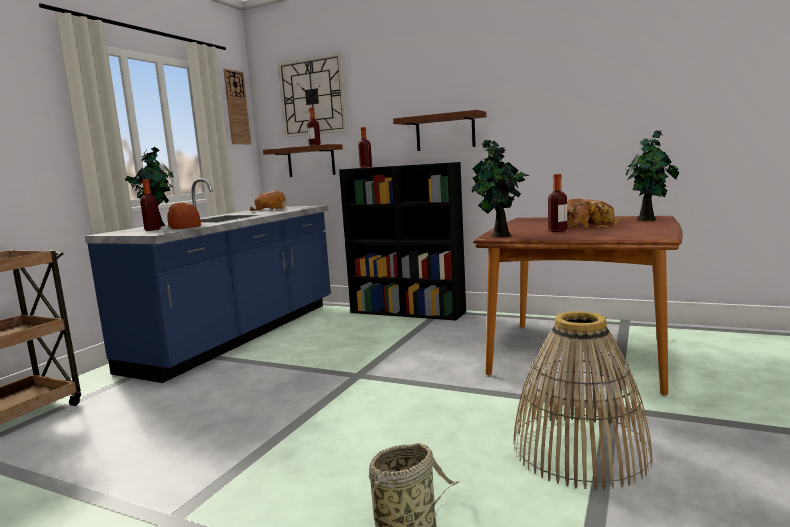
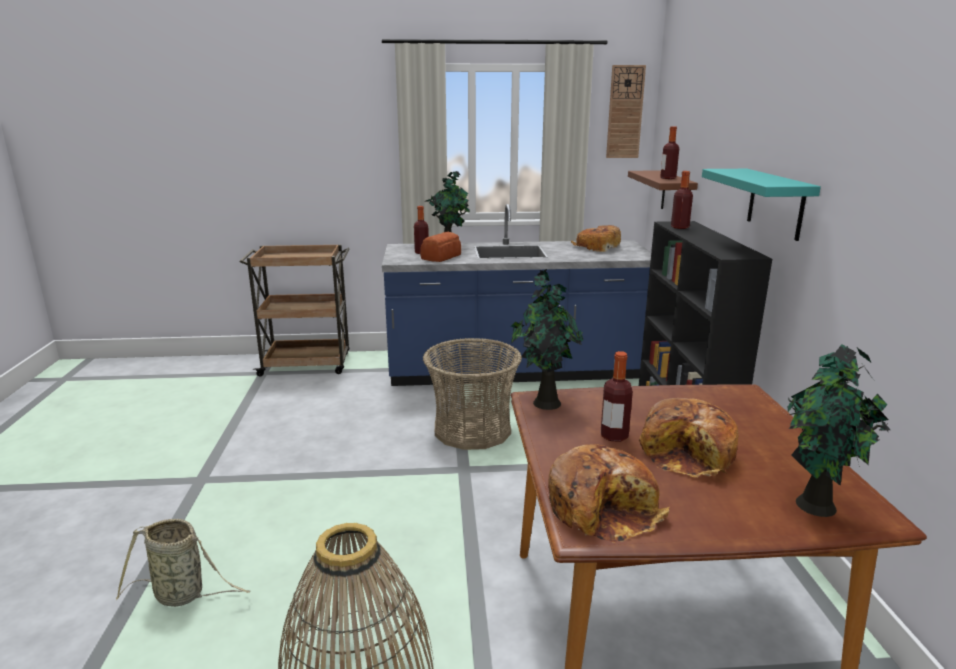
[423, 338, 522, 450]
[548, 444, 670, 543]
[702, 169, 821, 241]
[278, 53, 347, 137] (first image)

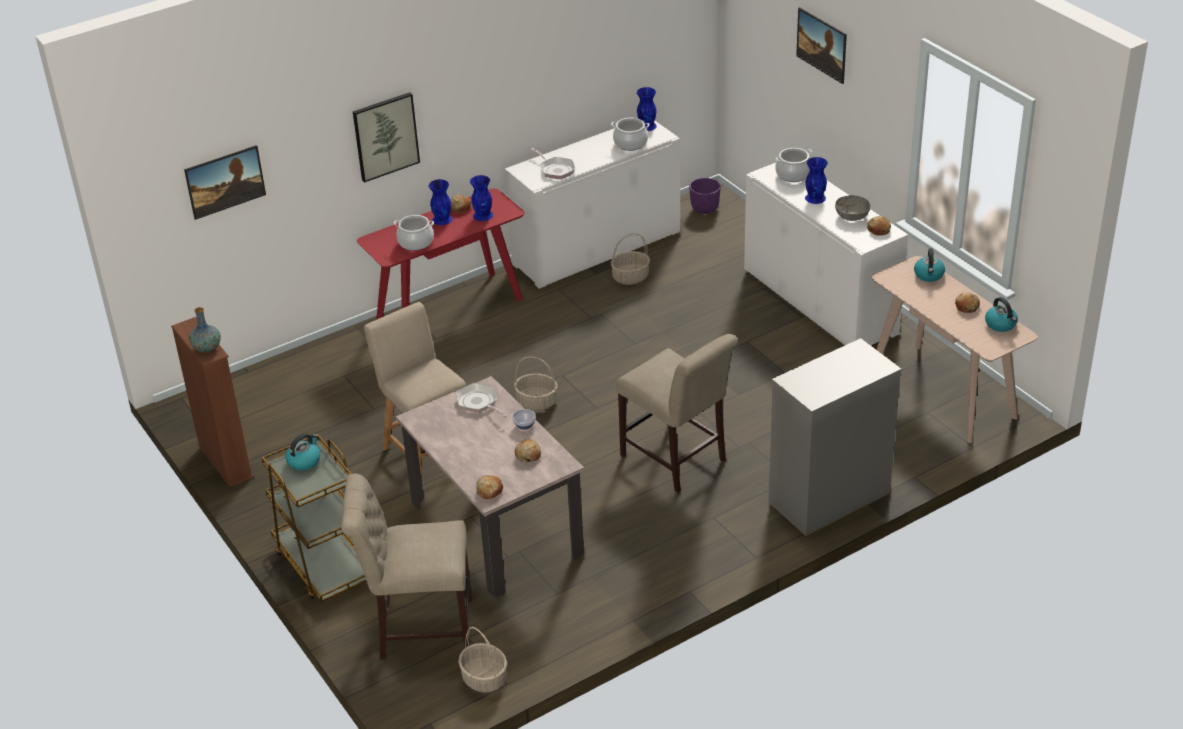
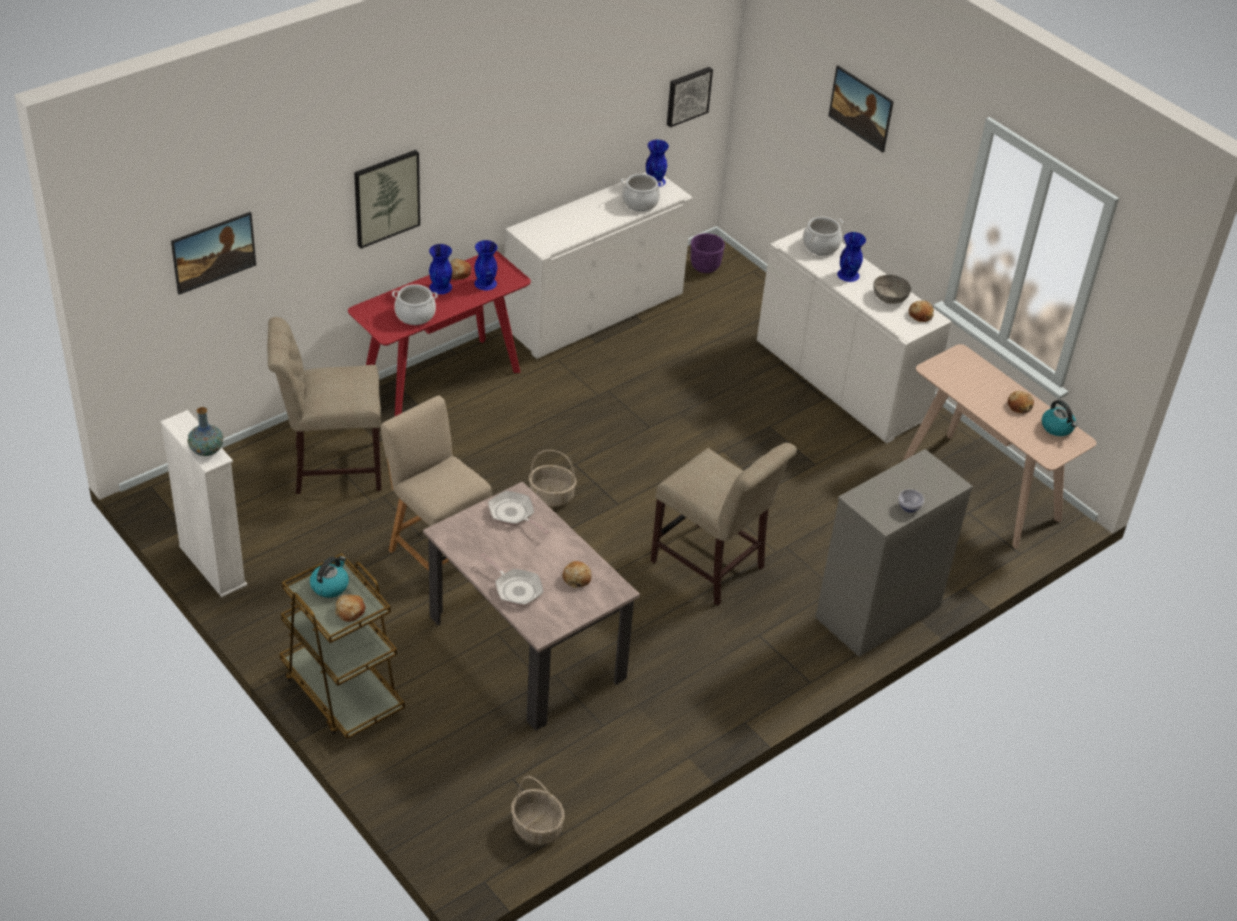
[161, 410, 247, 597]
[267, 317, 381, 494]
[335, 594, 366, 622]
[480, 553, 543, 607]
[667, 67, 713, 128]
[898, 489, 924, 513]
[611, 233, 650, 285] (first image)
[914, 248, 945, 282] (first image)

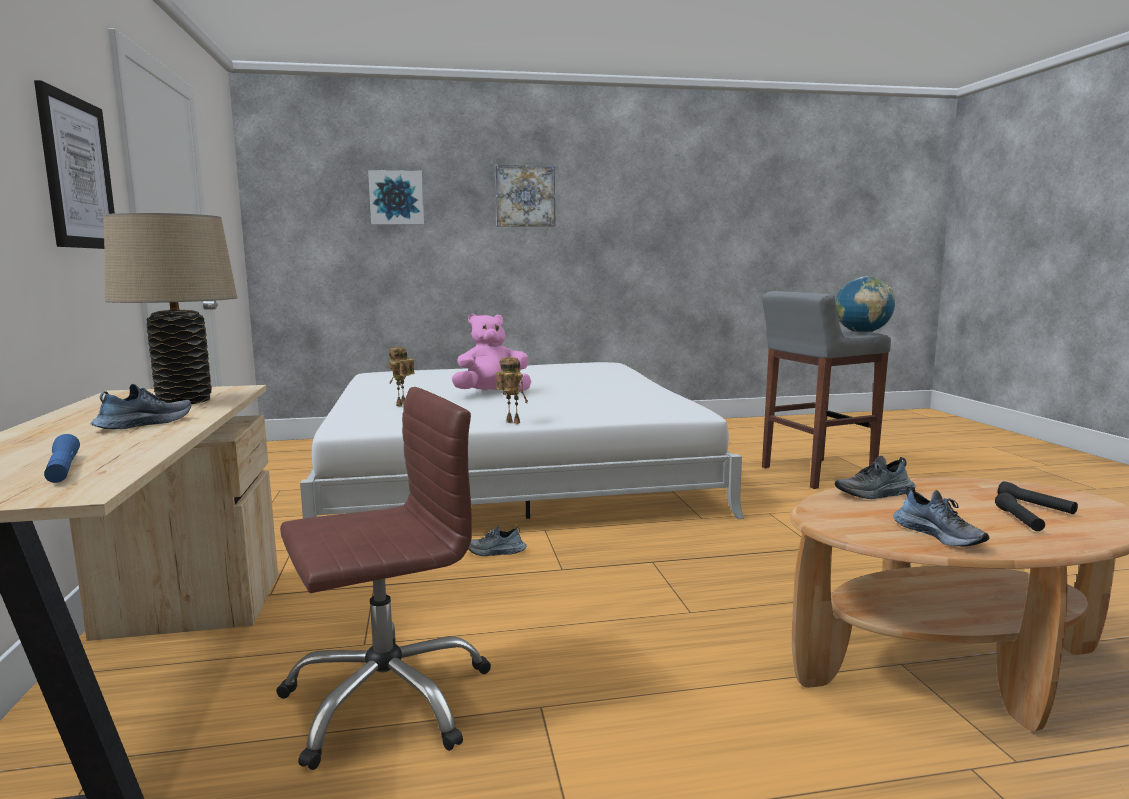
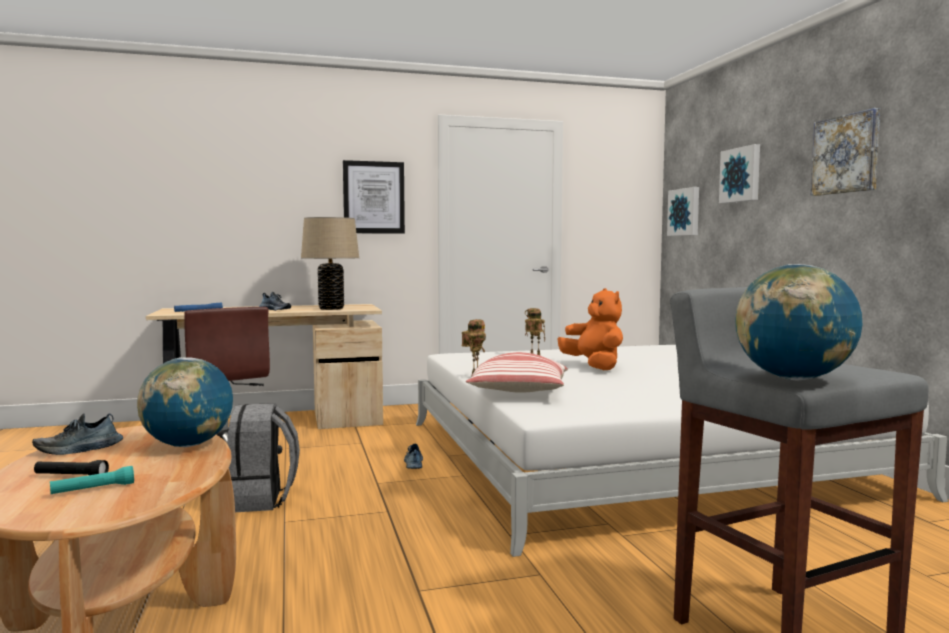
[50, 466, 134, 494]
[137, 357, 233, 447]
[227, 403, 300, 512]
[466, 352, 568, 393]
[558, 288, 623, 370]
[667, 187, 699, 236]

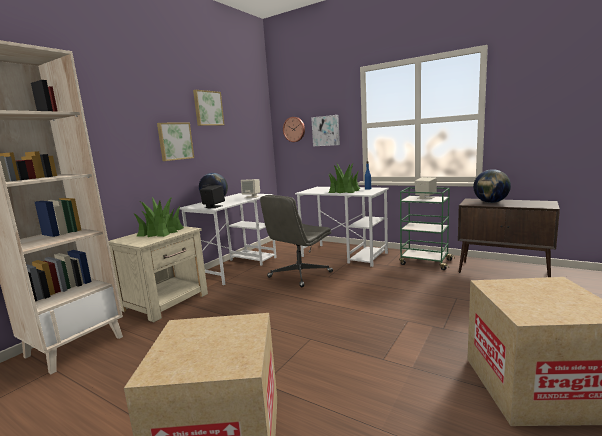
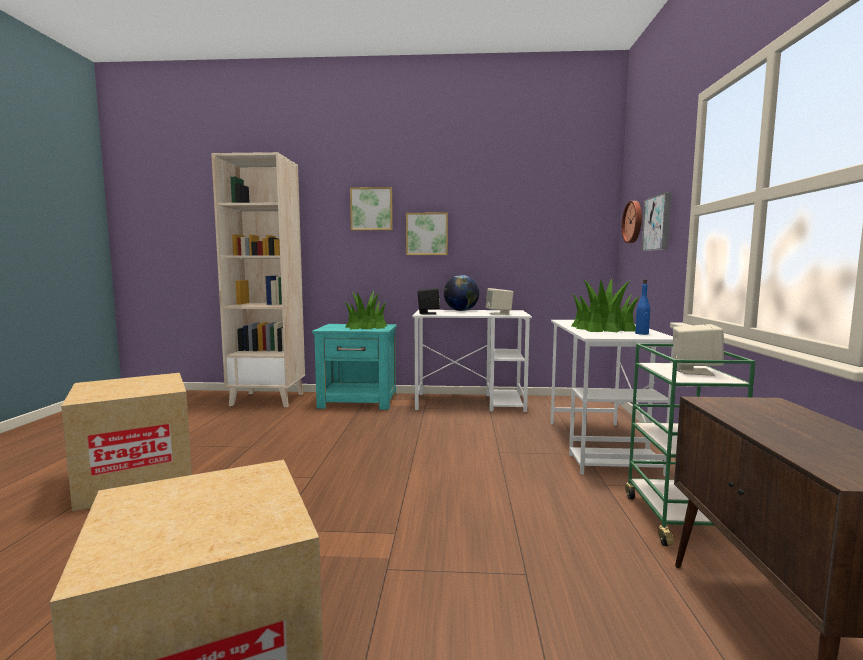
[312, 324, 397, 410]
[350, 187, 393, 230]
[260, 195, 333, 287] (first image)
[473, 169, 511, 203] (first image)

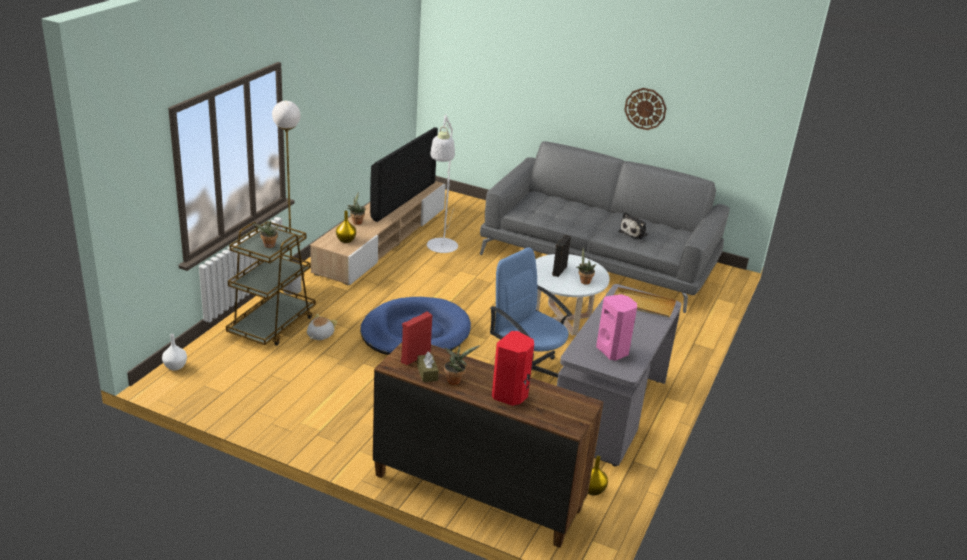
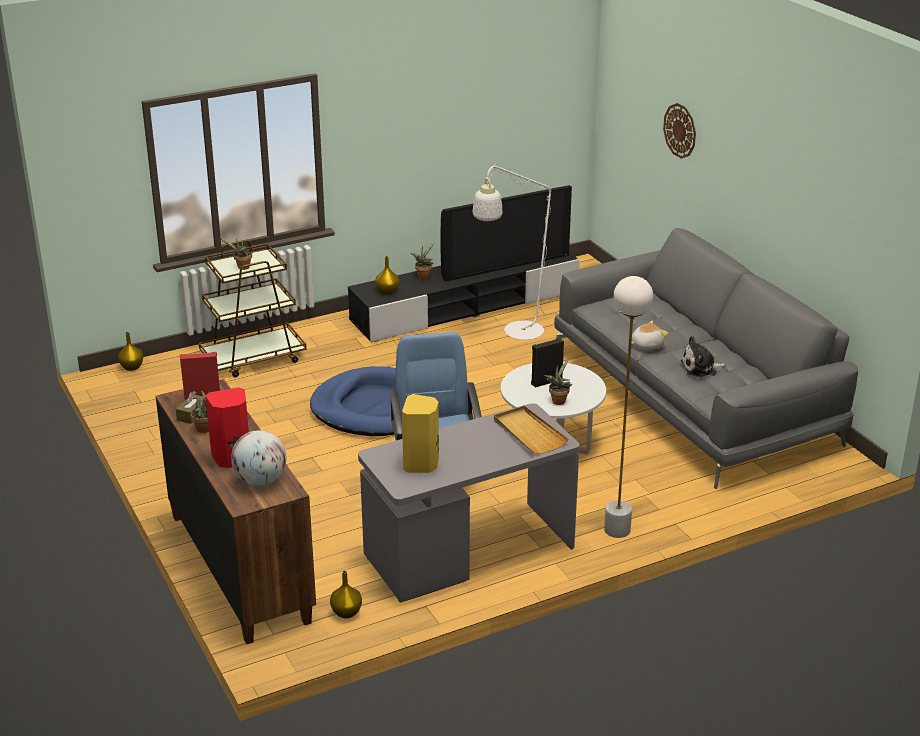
[118, 332, 143, 371]
[231, 430, 286, 486]
[348, 252, 580, 342]
[402, 394, 439, 473]
[604, 276, 653, 538]
[631, 321, 668, 350]
[663, 103, 696, 158]

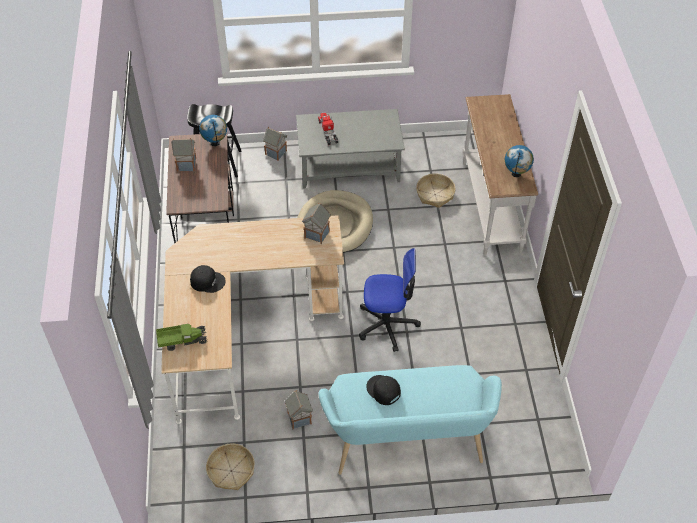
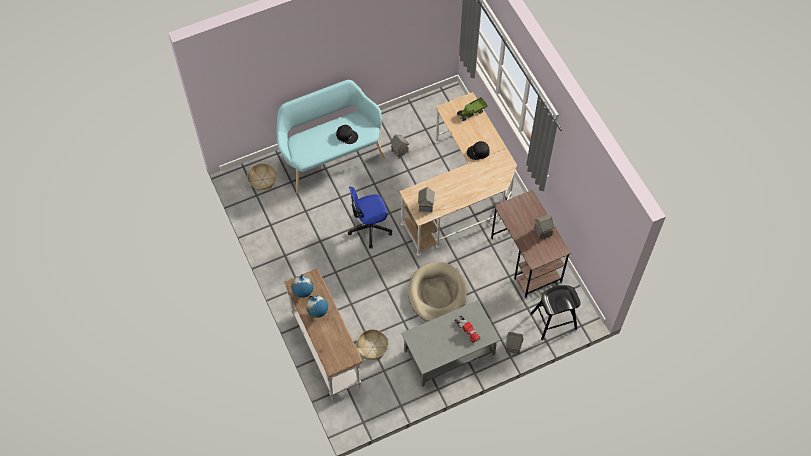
[247, 163, 277, 191]
[306, 296, 328, 318]

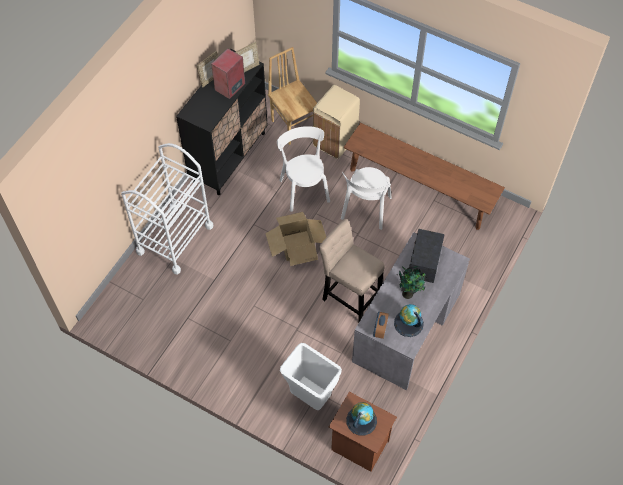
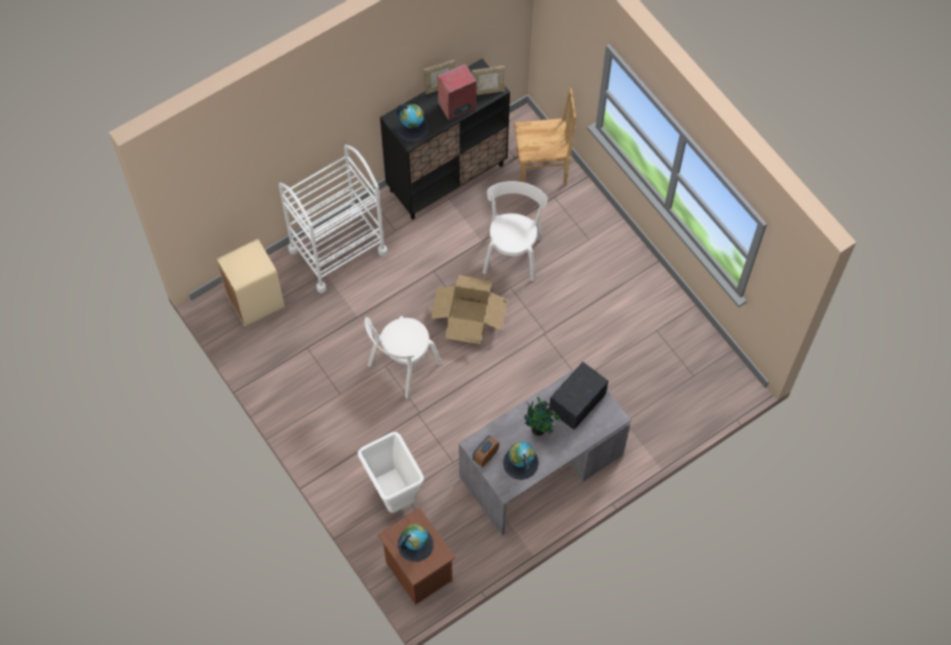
[216, 239, 285, 327]
[365, 316, 442, 399]
[396, 104, 429, 142]
[514, 88, 576, 184]
[319, 219, 385, 322] (first image)
[344, 123, 505, 230] (first image)

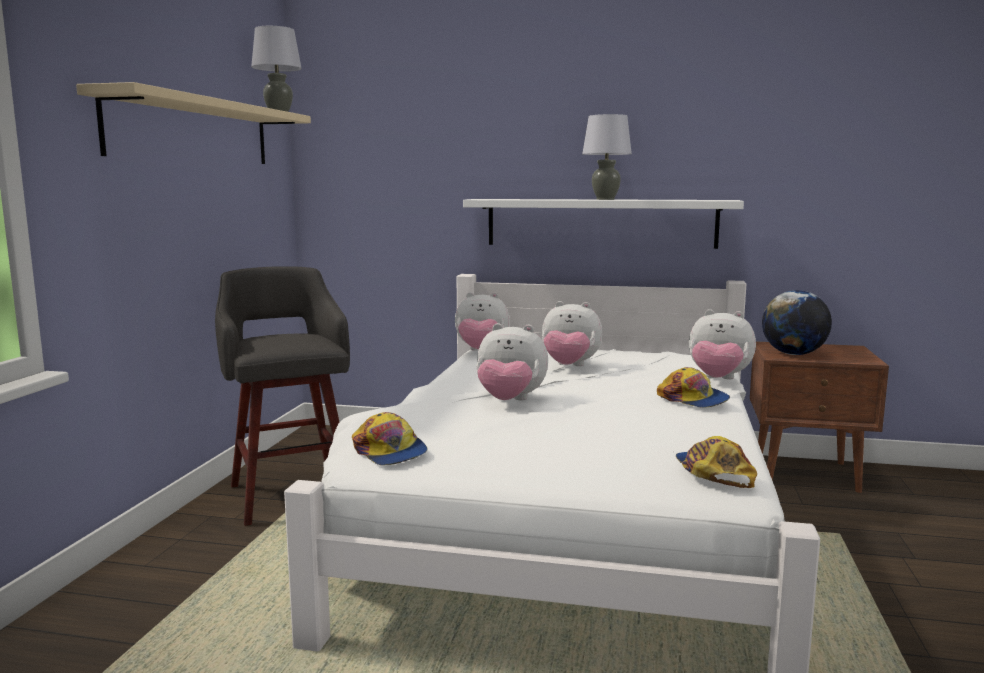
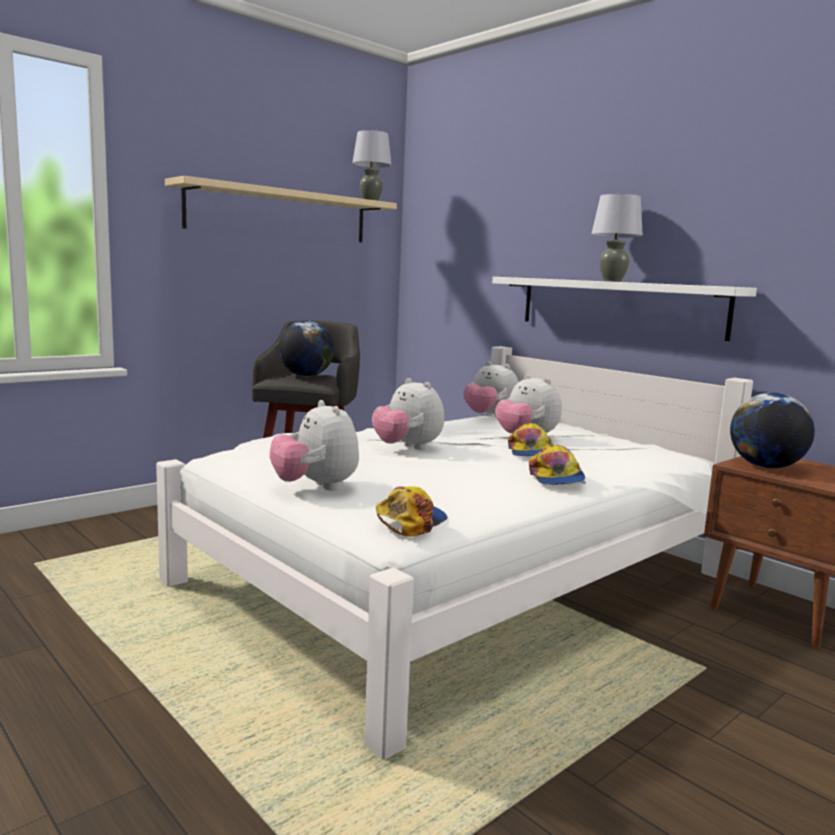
[270, 400, 359, 490]
[278, 321, 334, 376]
[508, 423, 553, 456]

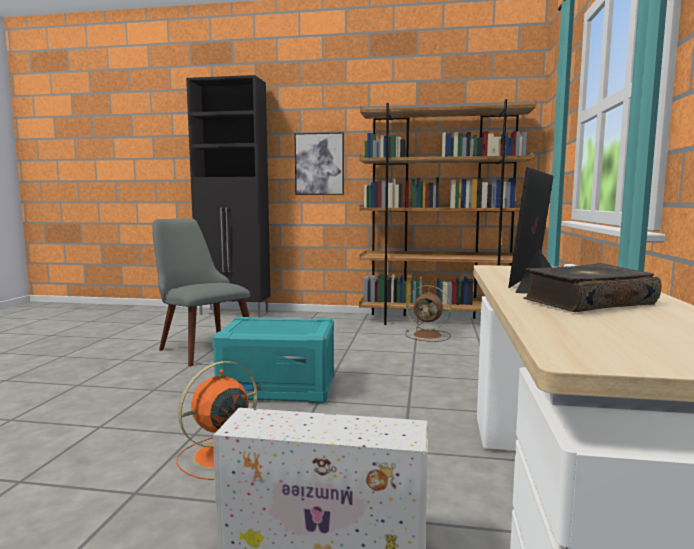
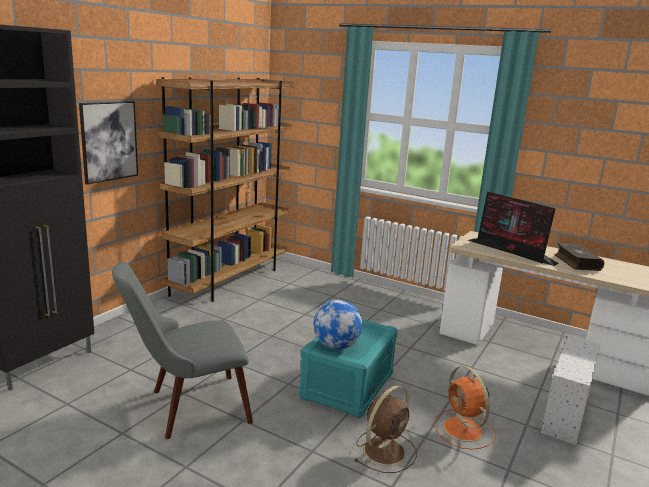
[314, 300, 362, 350]
[355, 385, 417, 473]

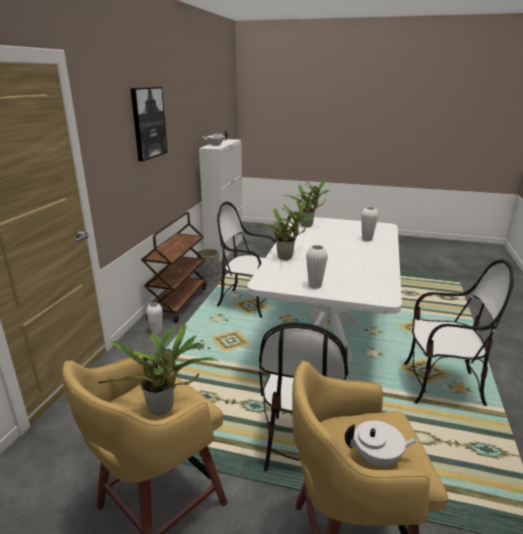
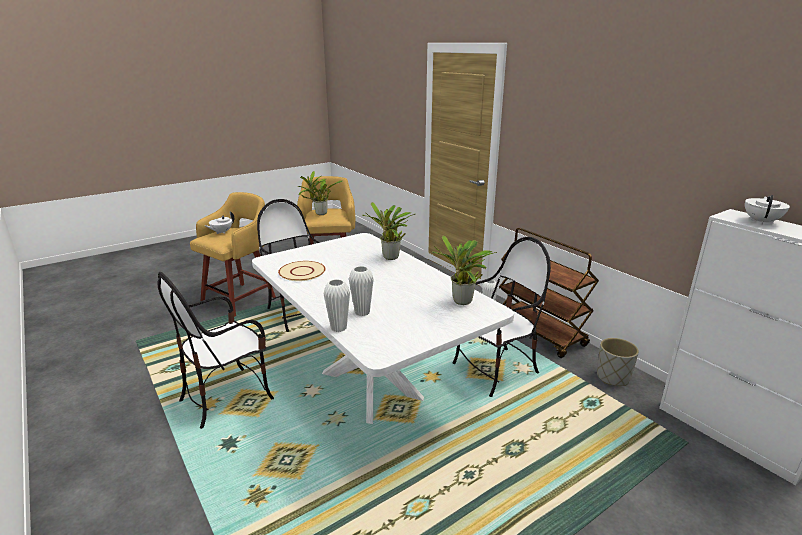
[278, 261, 326, 281]
[324, 279, 350, 332]
[131, 87, 168, 161] (first image)

